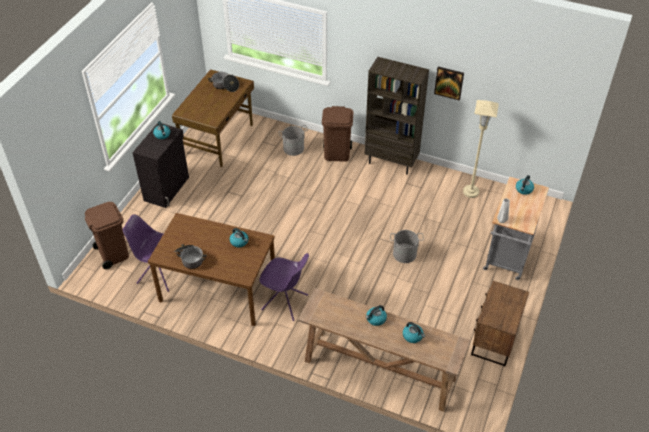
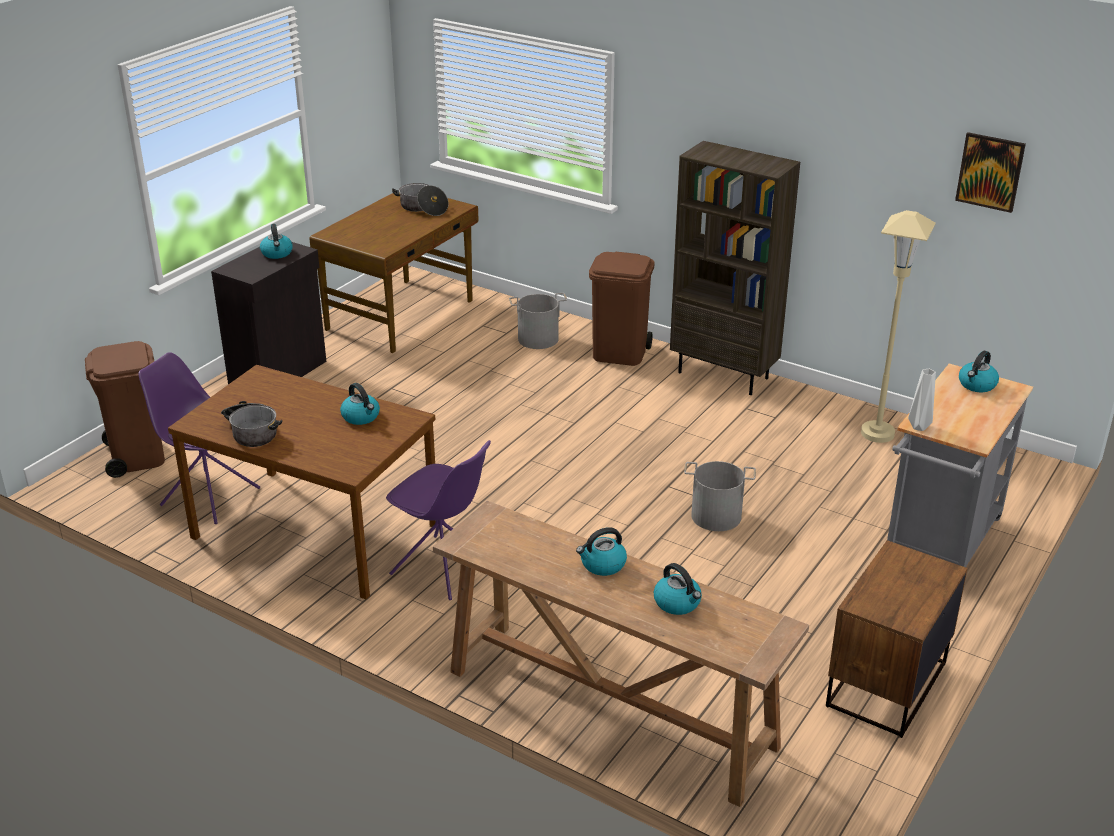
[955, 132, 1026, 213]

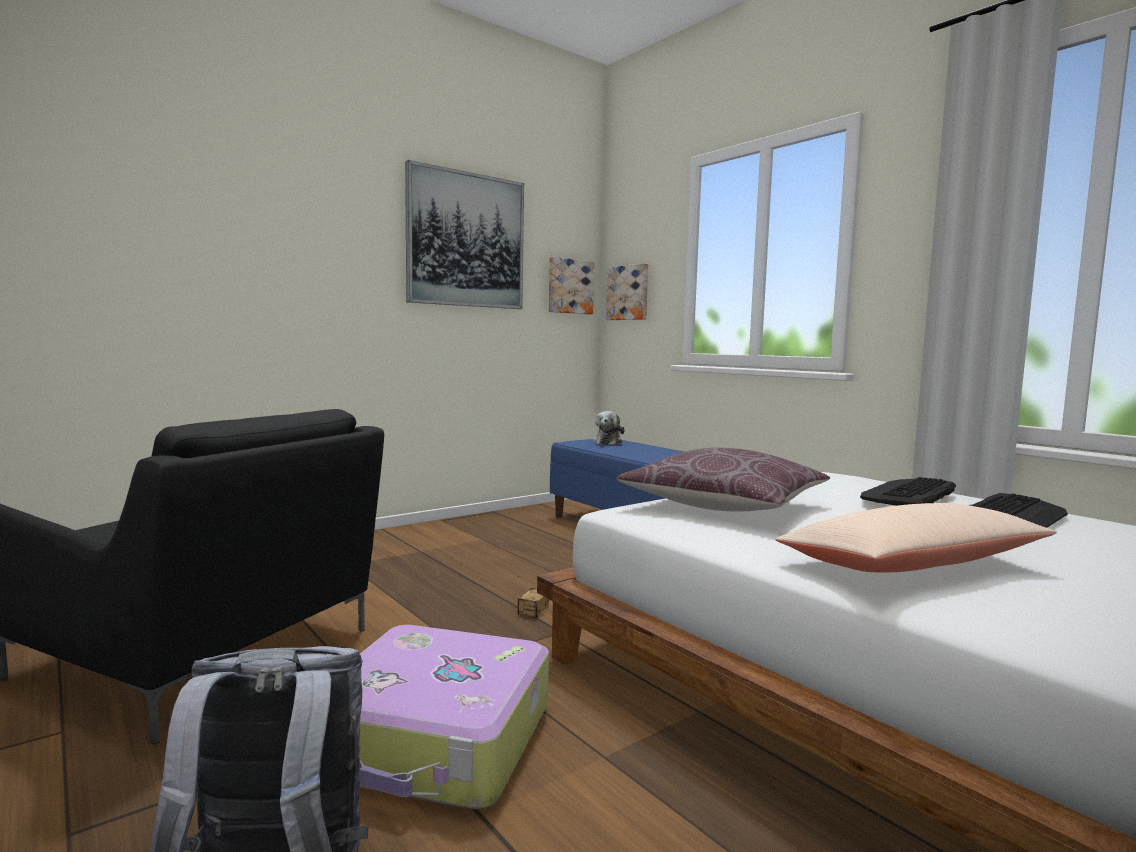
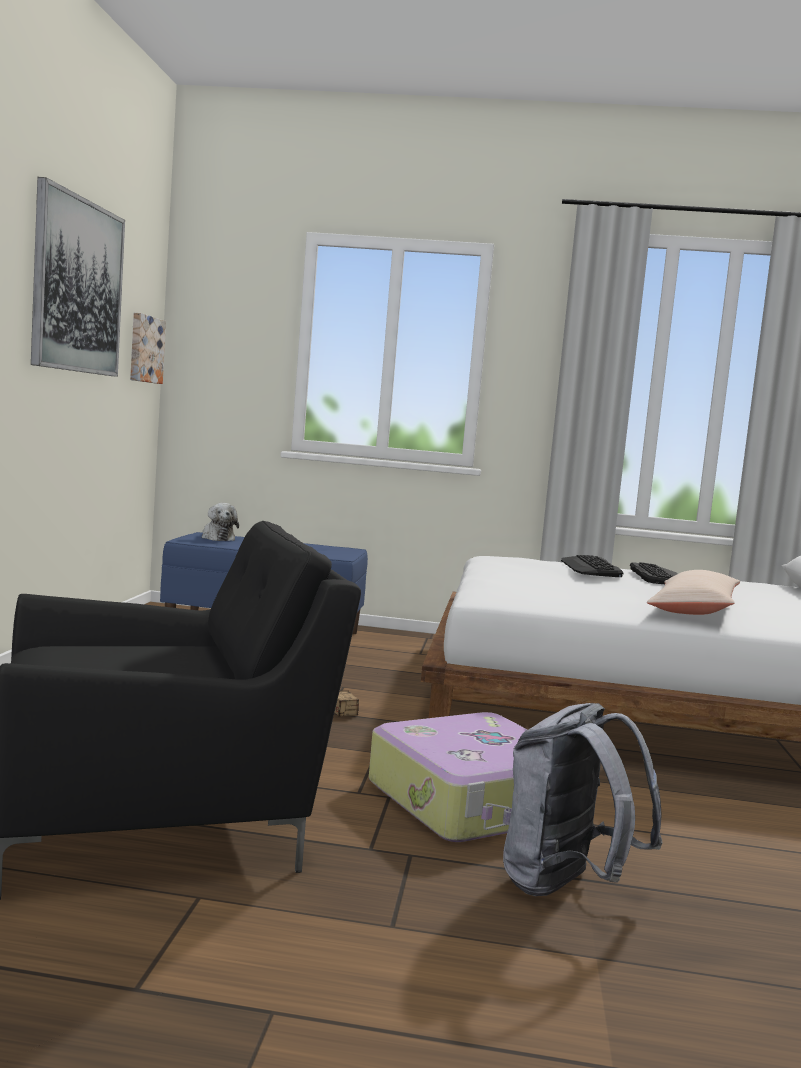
[606, 263, 648, 320] (first image)
[617, 447, 830, 511] (first image)

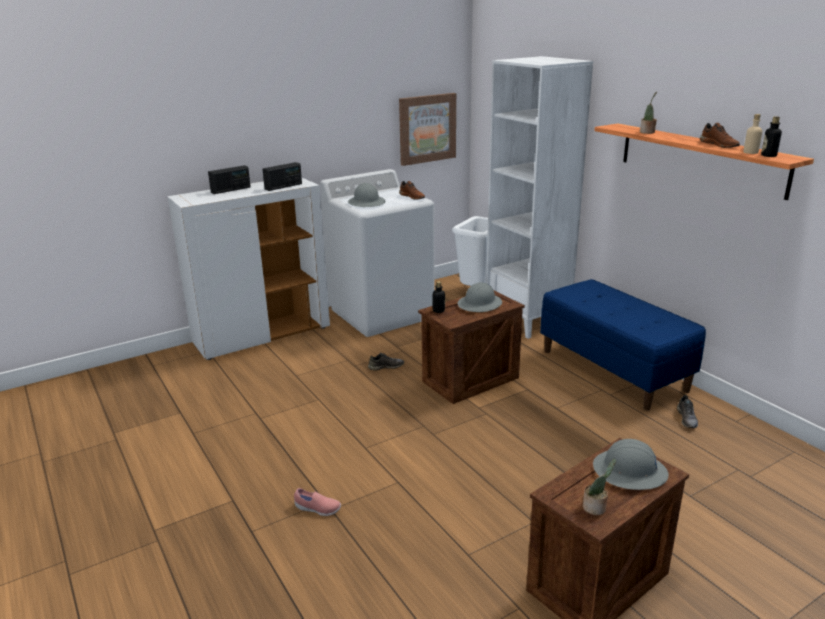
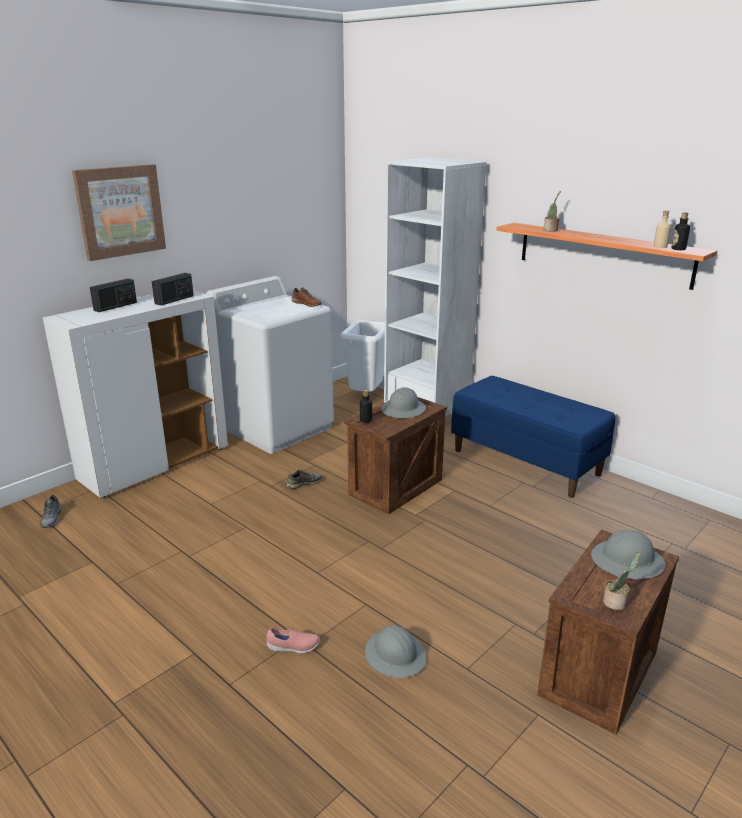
[40, 495, 61, 528]
[72, 164, 166, 261]
[365, 625, 427, 678]
[700, 123, 740, 148] (first image)

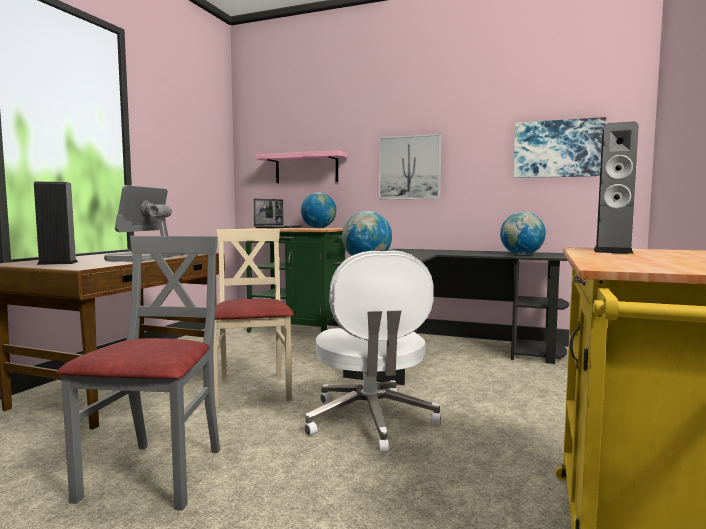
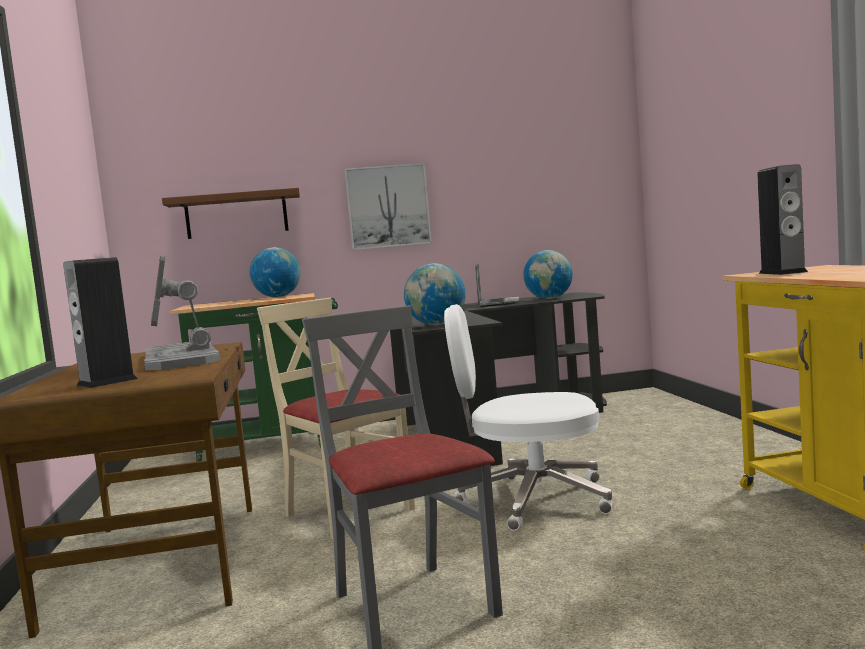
[162, 188, 300, 239]
[444, 304, 612, 531]
[475, 264, 519, 307]
[513, 117, 606, 178] (first image)

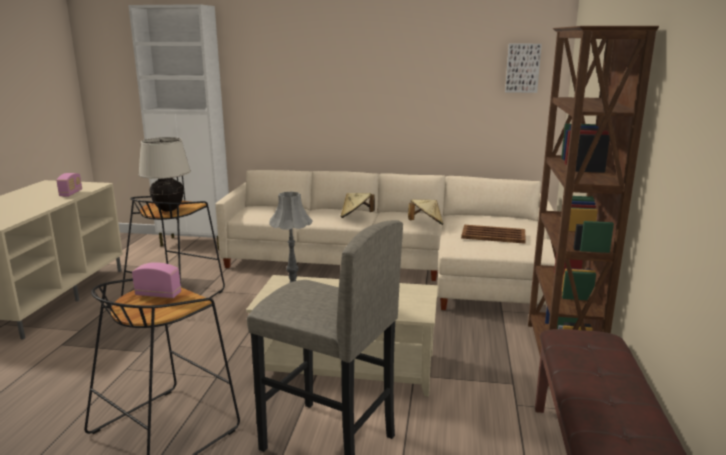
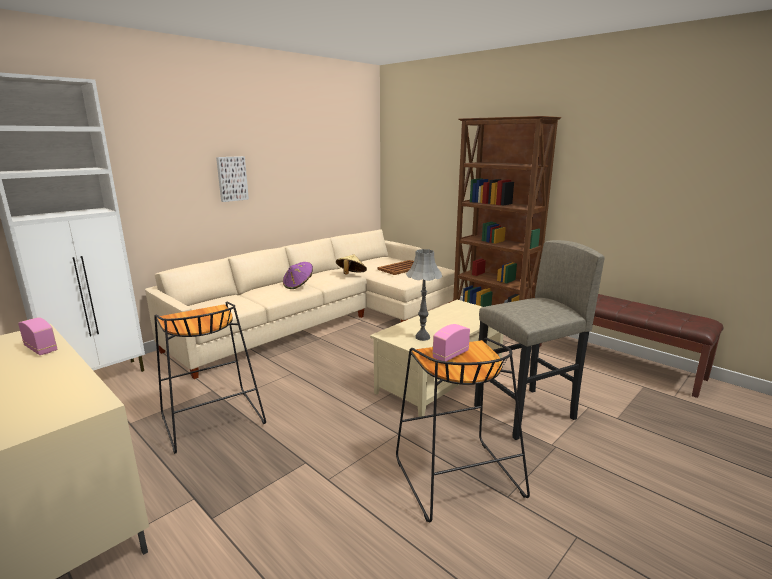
[216, 156, 249, 202]
[283, 262, 313, 289]
[138, 137, 191, 211] (first image)

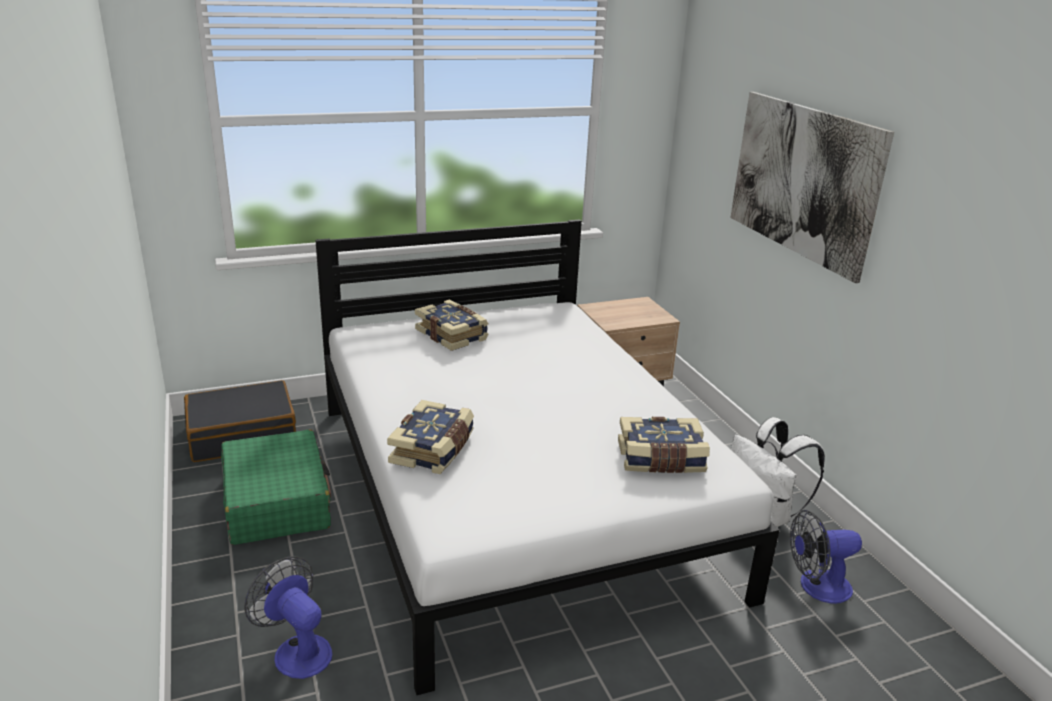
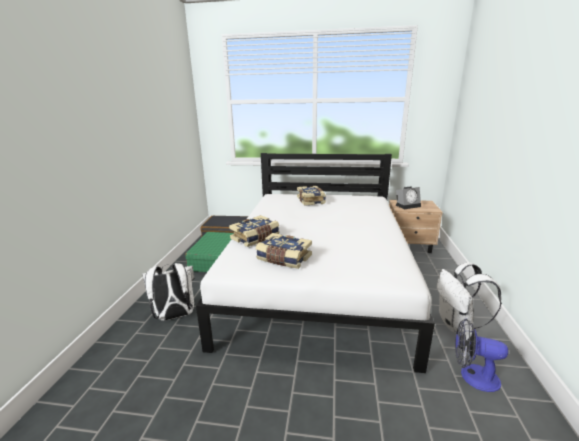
[142, 263, 194, 321]
[256, 233, 312, 269]
[396, 186, 421, 209]
[730, 92, 894, 283] (first image)

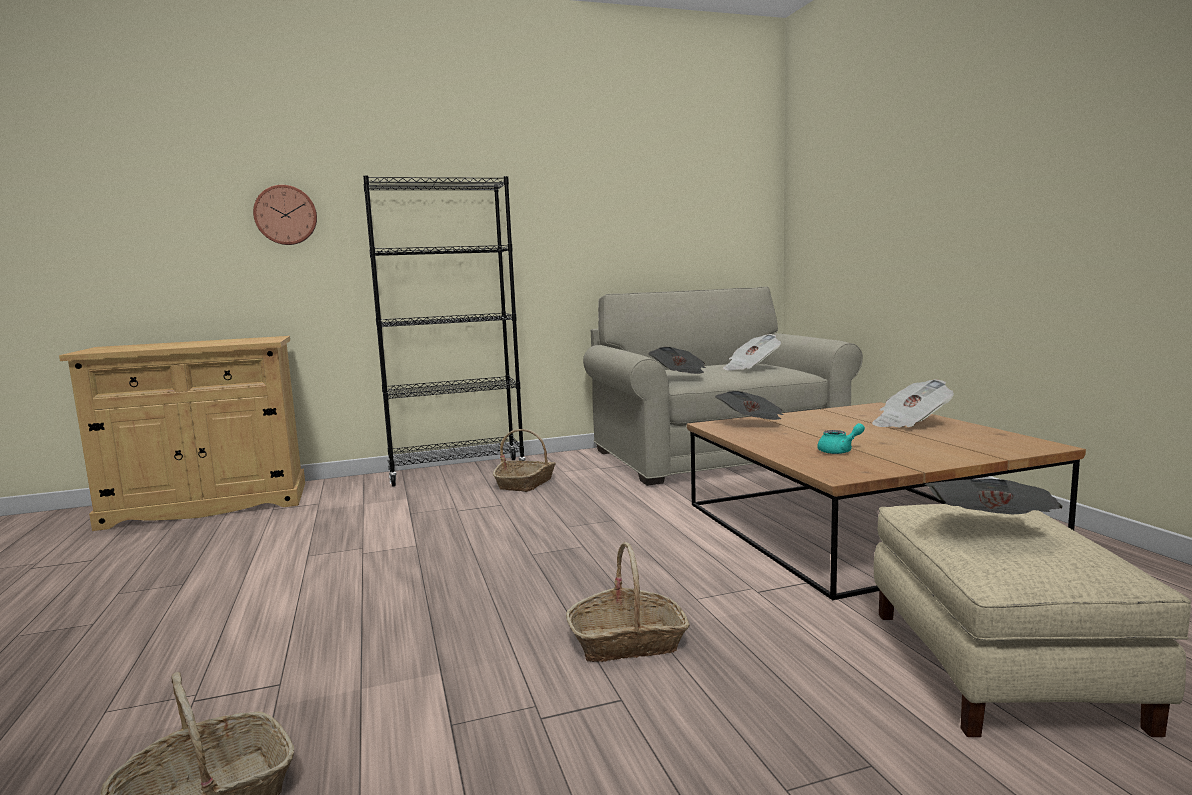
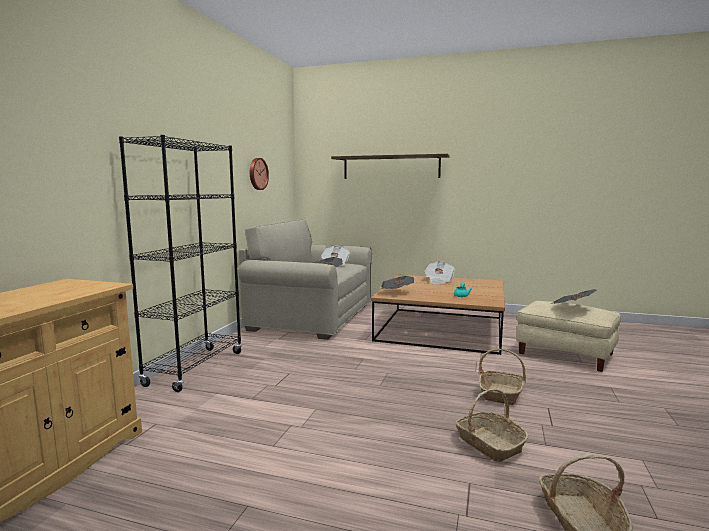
[250, 158, 269, 190]
[331, 154, 450, 179]
[455, 389, 529, 462]

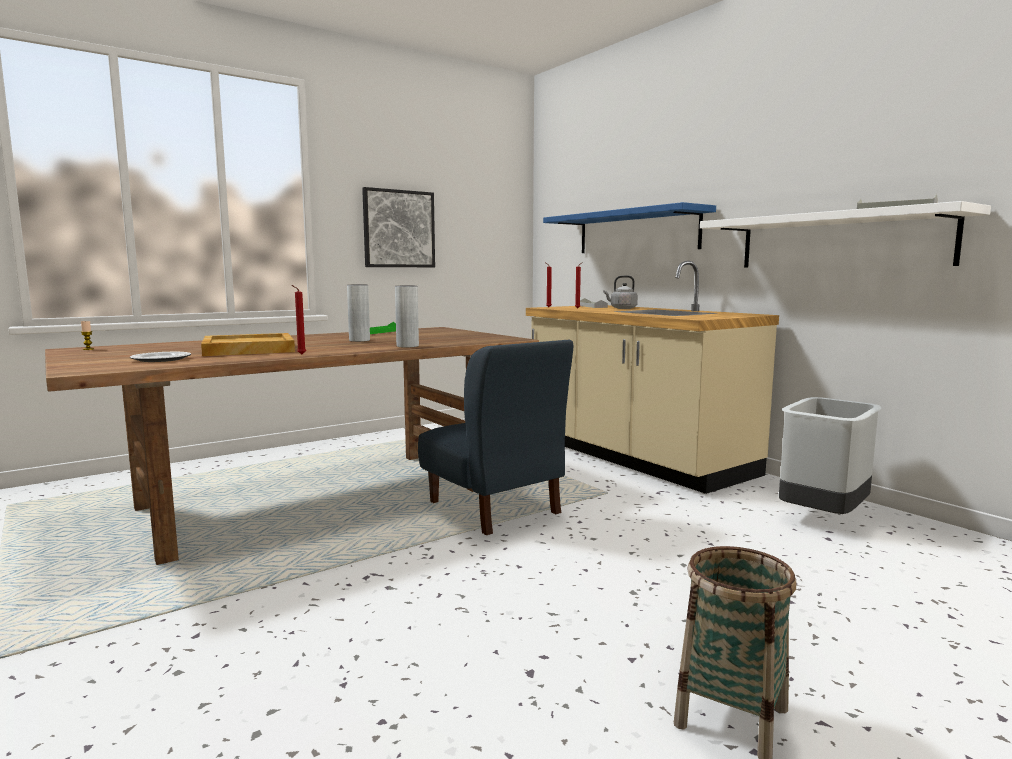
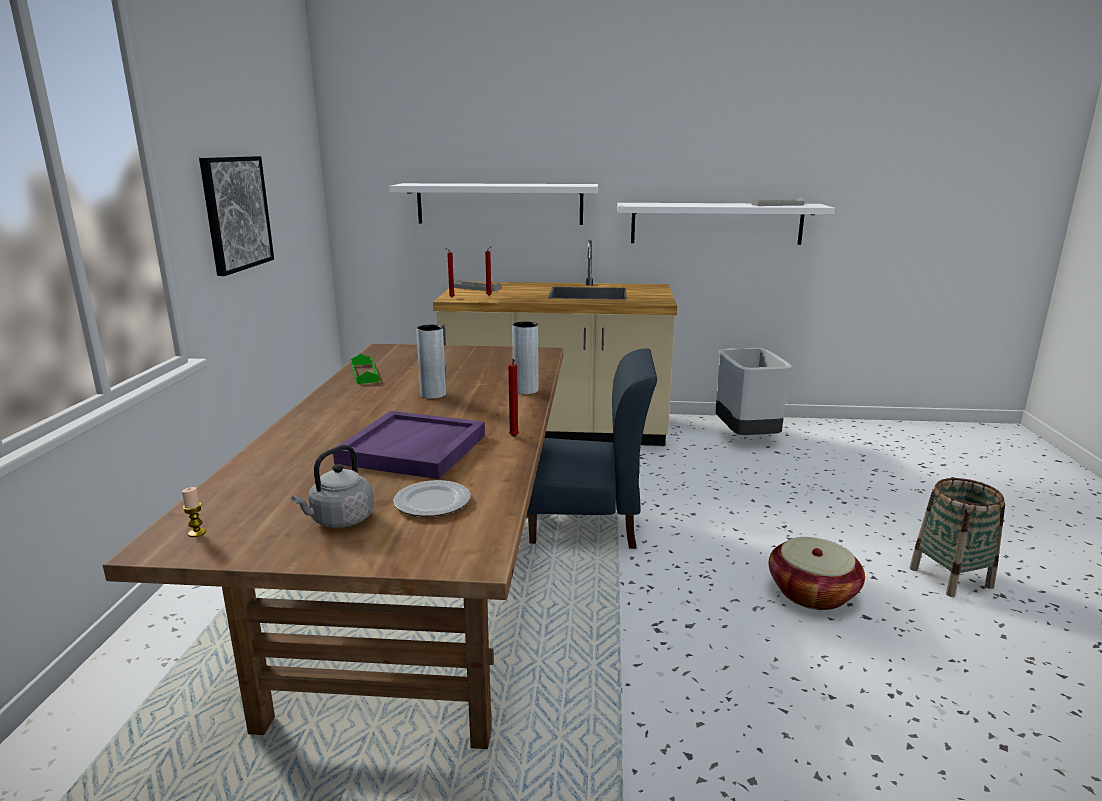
[291, 445, 374, 528]
[333, 411, 485, 479]
[389, 183, 598, 225]
[769, 537, 865, 610]

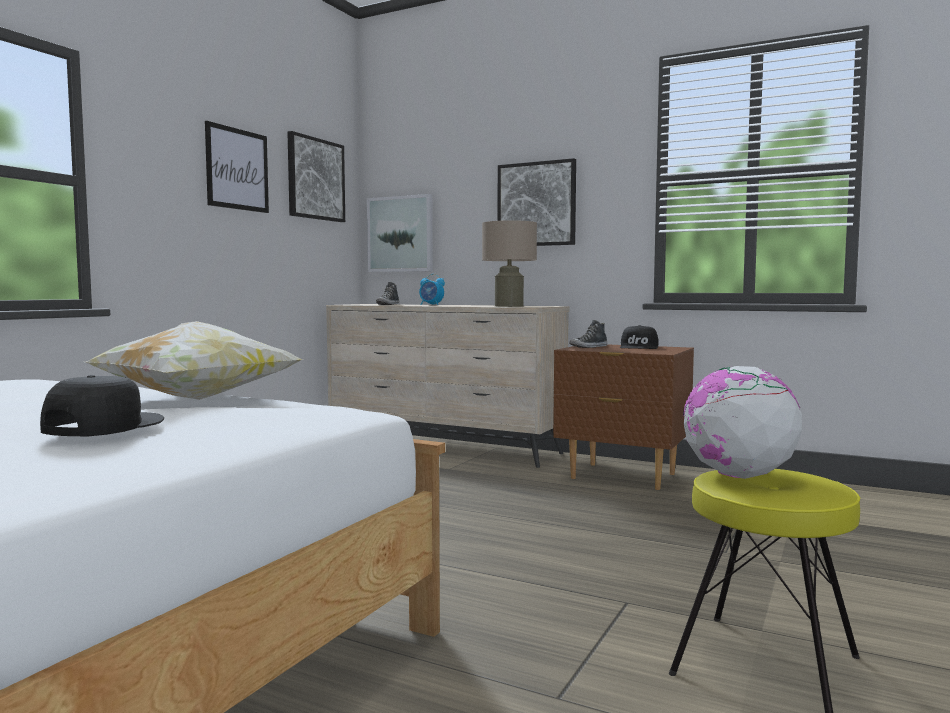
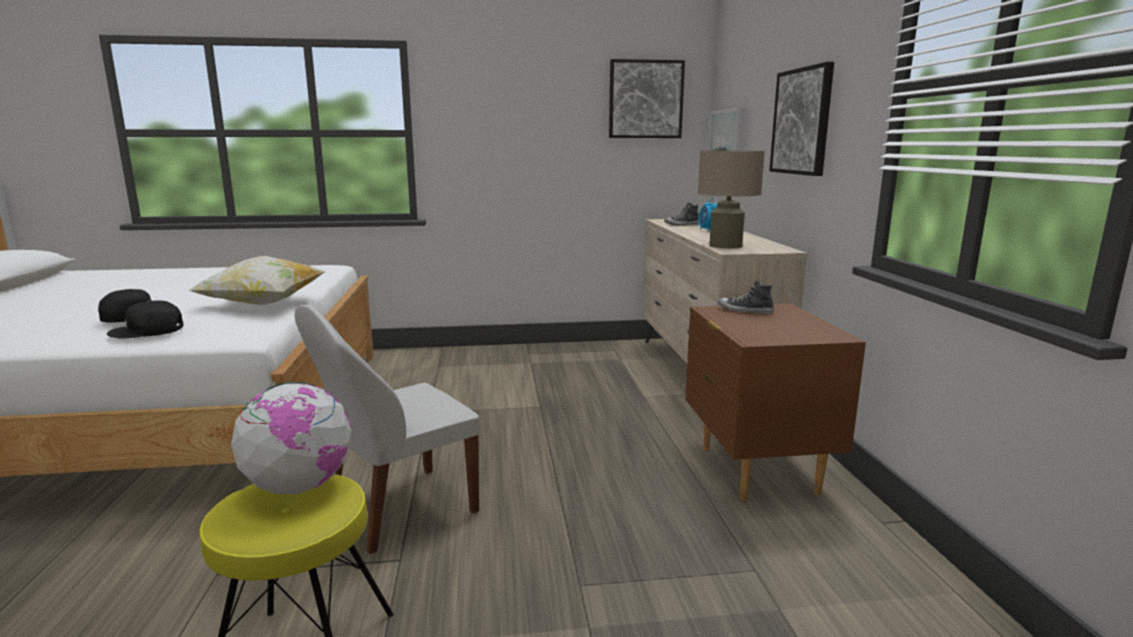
[107, 300, 184, 338]
[294, 305, 479, 554]
[205, 121, 269, 213] (first image)

